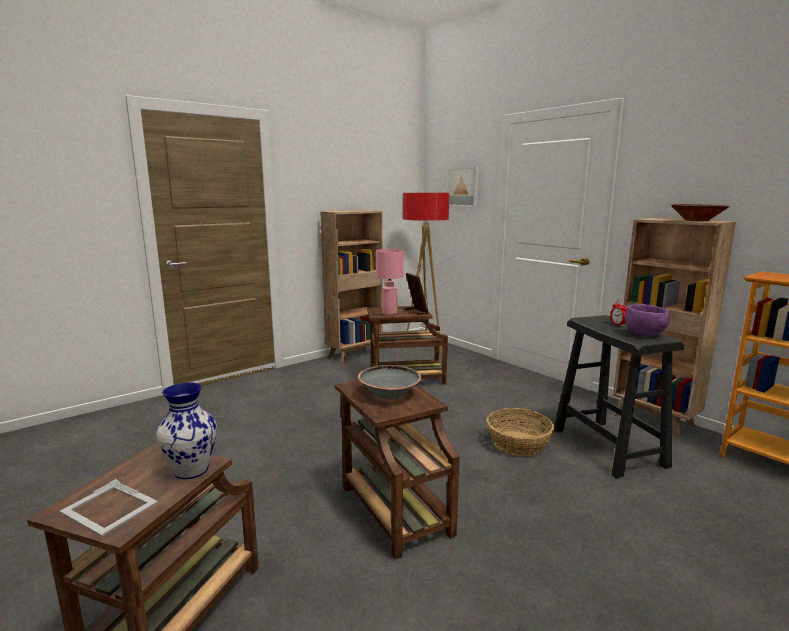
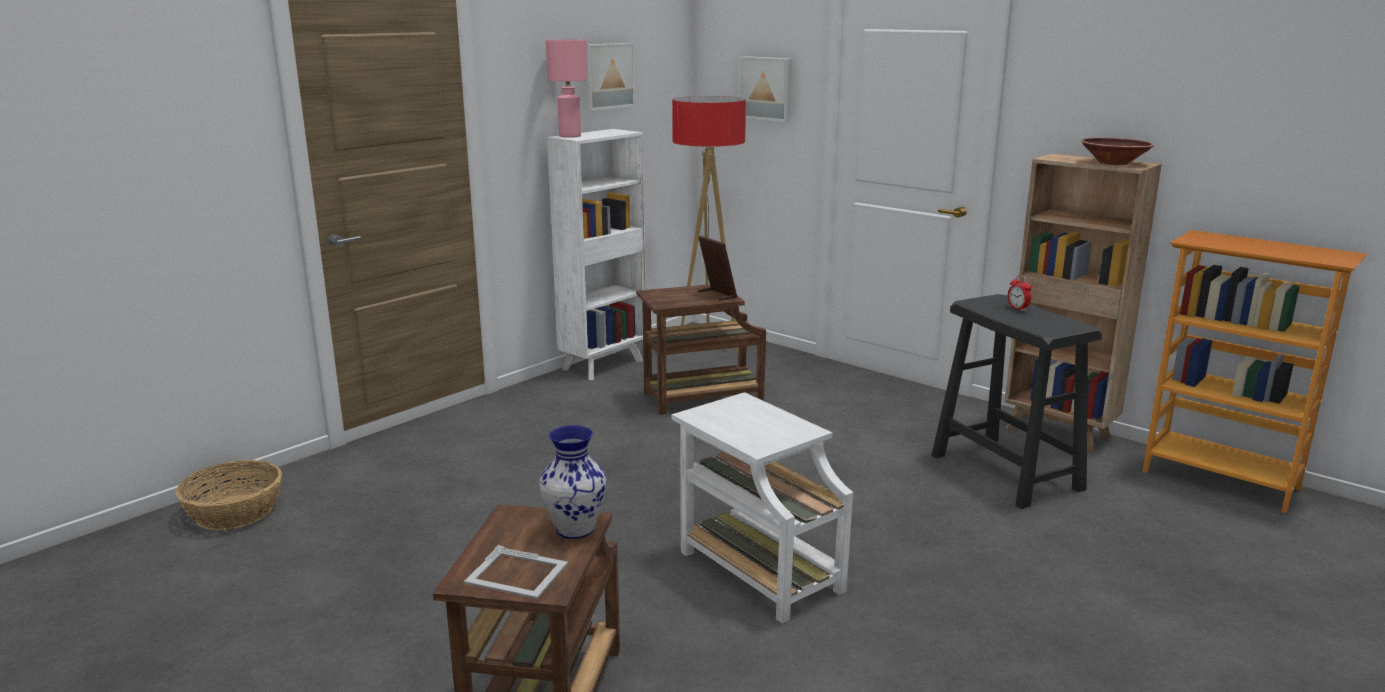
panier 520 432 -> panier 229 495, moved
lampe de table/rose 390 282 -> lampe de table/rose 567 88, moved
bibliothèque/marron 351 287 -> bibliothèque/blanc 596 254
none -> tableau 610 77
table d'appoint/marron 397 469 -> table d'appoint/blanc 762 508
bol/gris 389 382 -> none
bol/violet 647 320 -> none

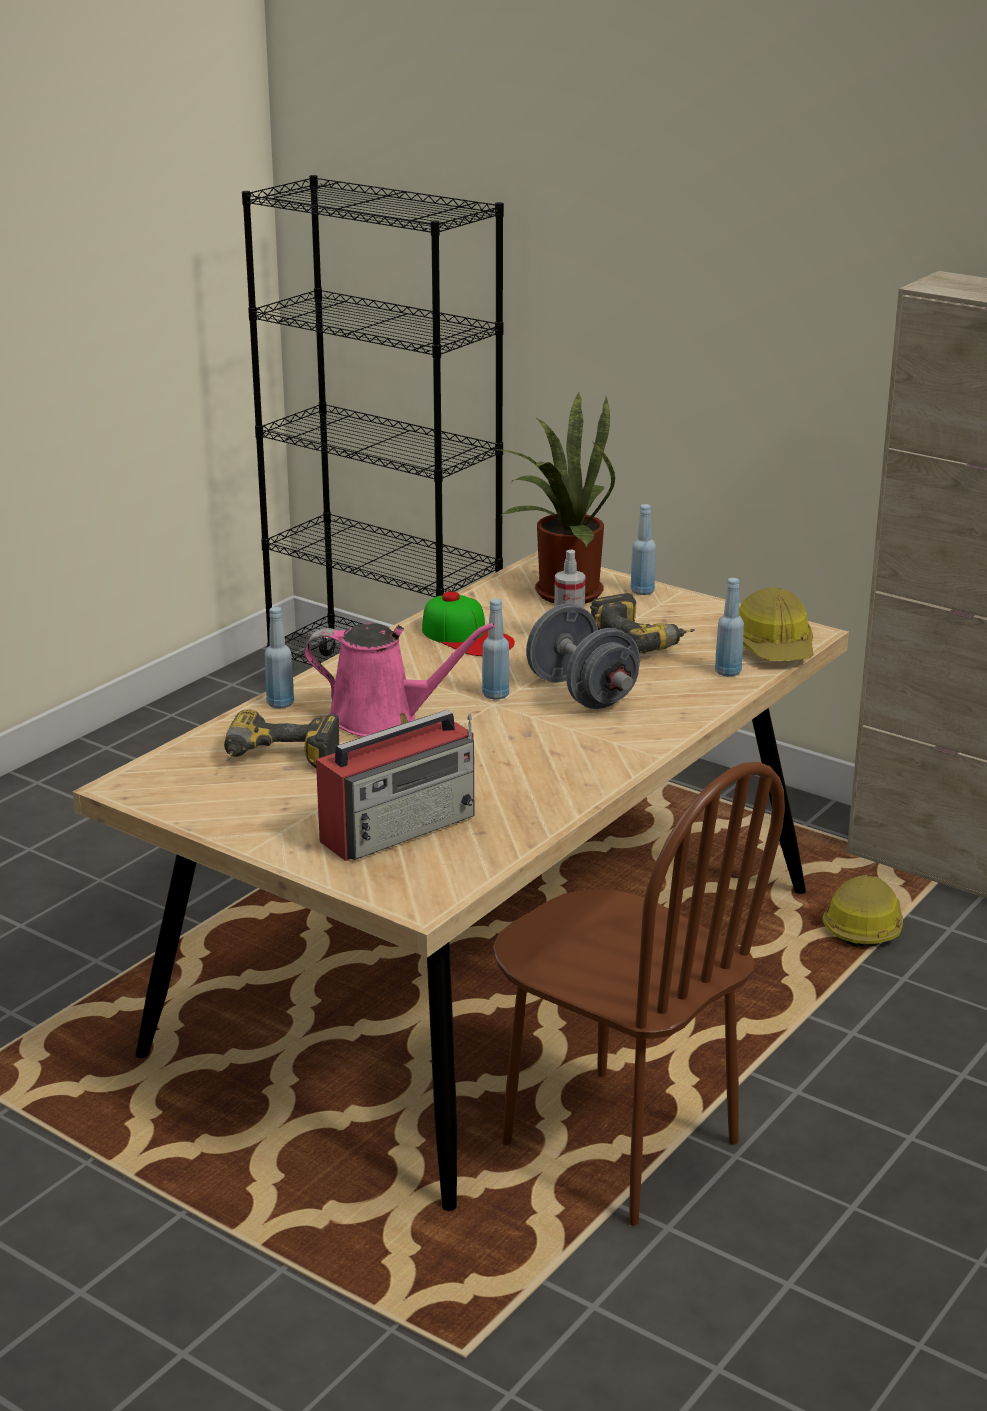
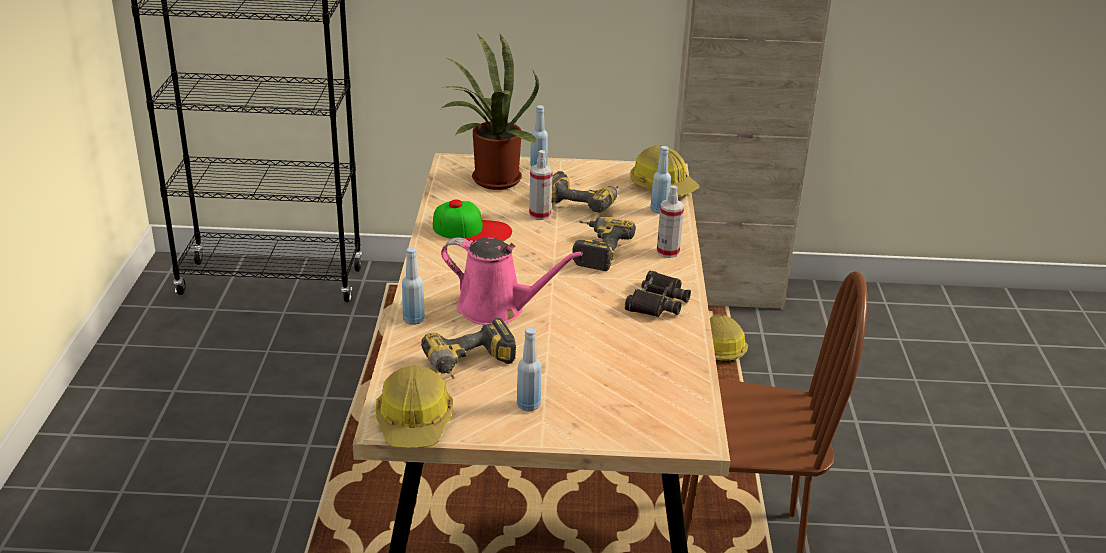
none -> casque de chantier 414 407
arrosoir/rose 399 680 -> arrosoir/rose 512 281, 45 degrees clockwise
bouteille/bleu 495 649 -> bouteille/bleu 529 369, moved
haltère/gris 583 656 -> perceuse 604 244
none -> jumelles/noir 658 294
none -> vaporisateur 670 222
radio 395 785 -> none

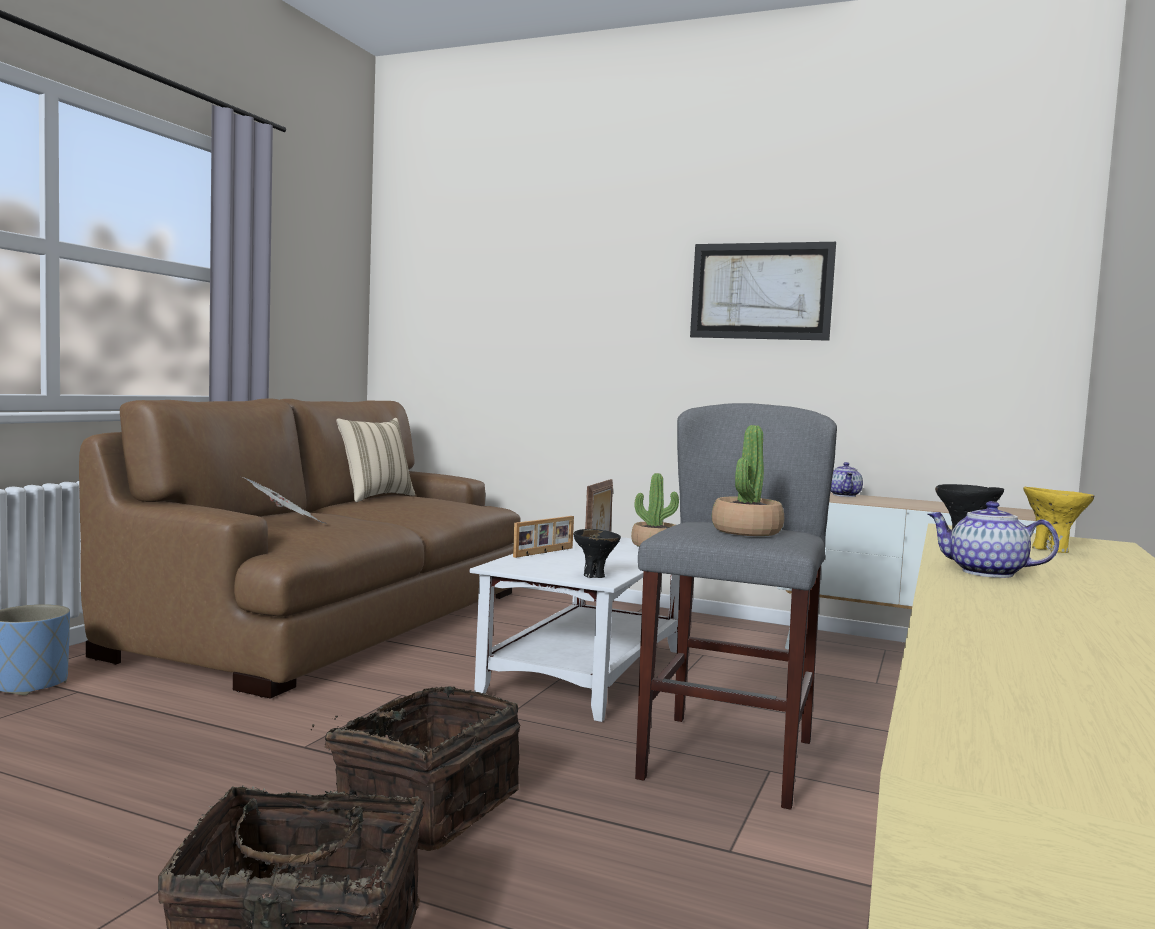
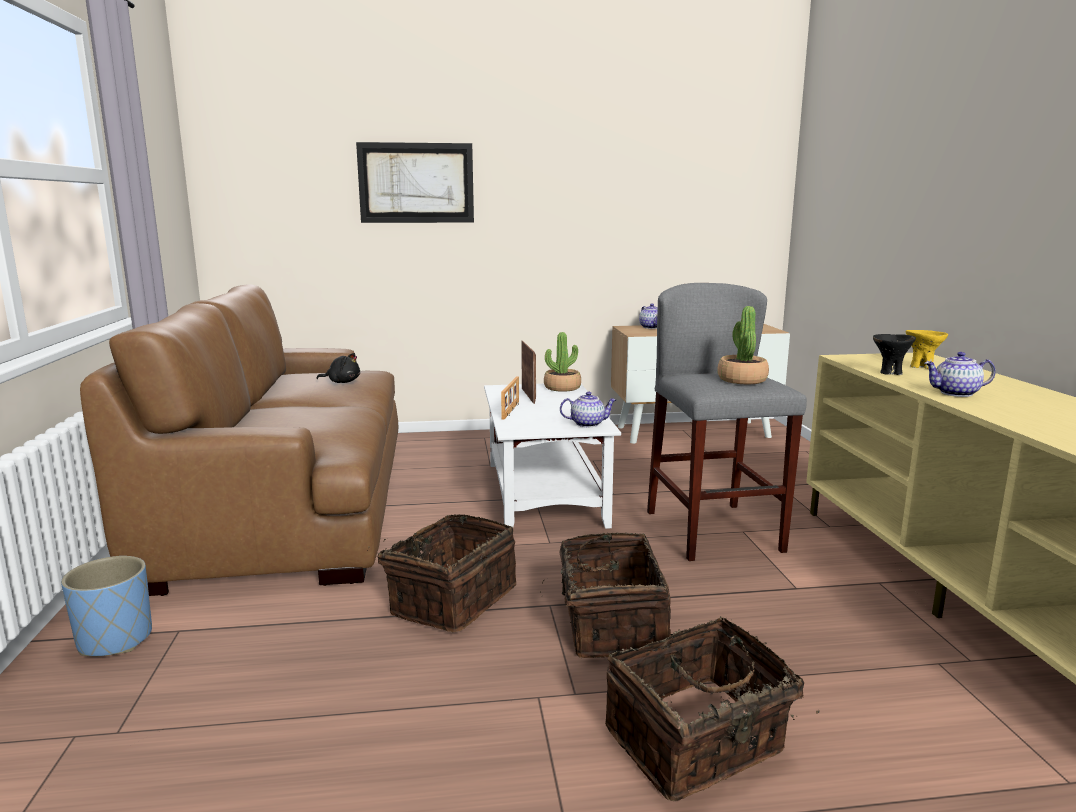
none -> peluche/noir 338 368
tableau 763 291 -> tableau 415 182, moved
none -> panier 441 573
bol/noir 597 553 -> théière 588 409
journal 282 499 -> none
coussin/beige 375 460 -> none

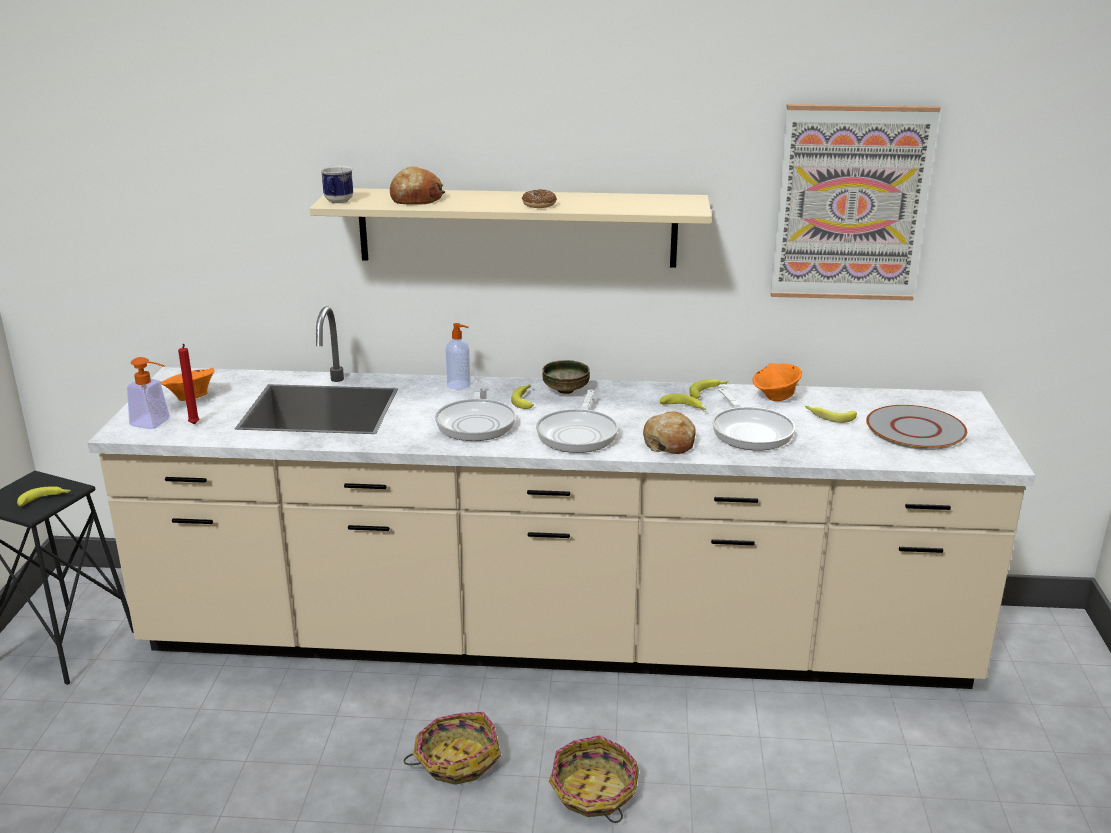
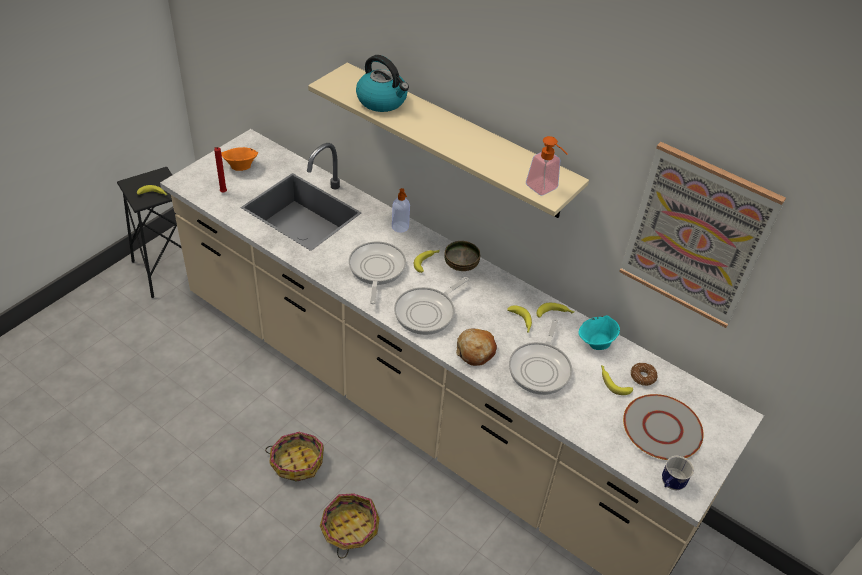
poêle 475 410 -> poêle 377 273, 150 degrees clockwise
pain 417 185 -> bouilloire 382 83
distributeur de savon 148 393 -> distributeur de savon 547 166, moved
bol/orange 777 382 -> bol/turquoise 599 332
beignet 539 198 -> beignet 644 374, moved
mug 336 184 -> mug 678 473, moved

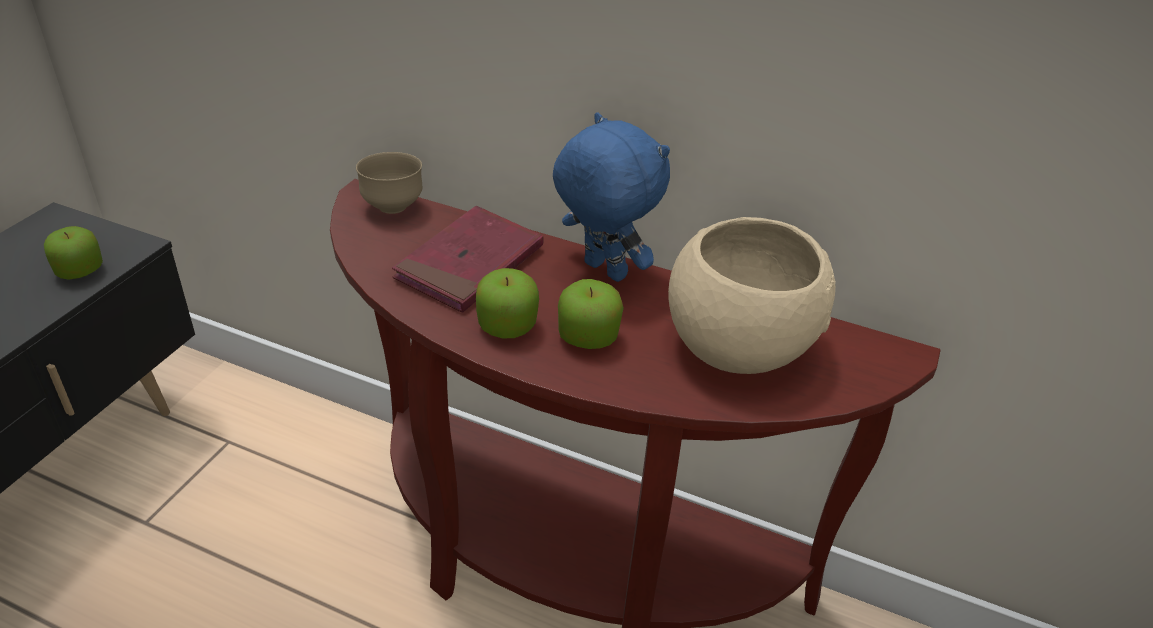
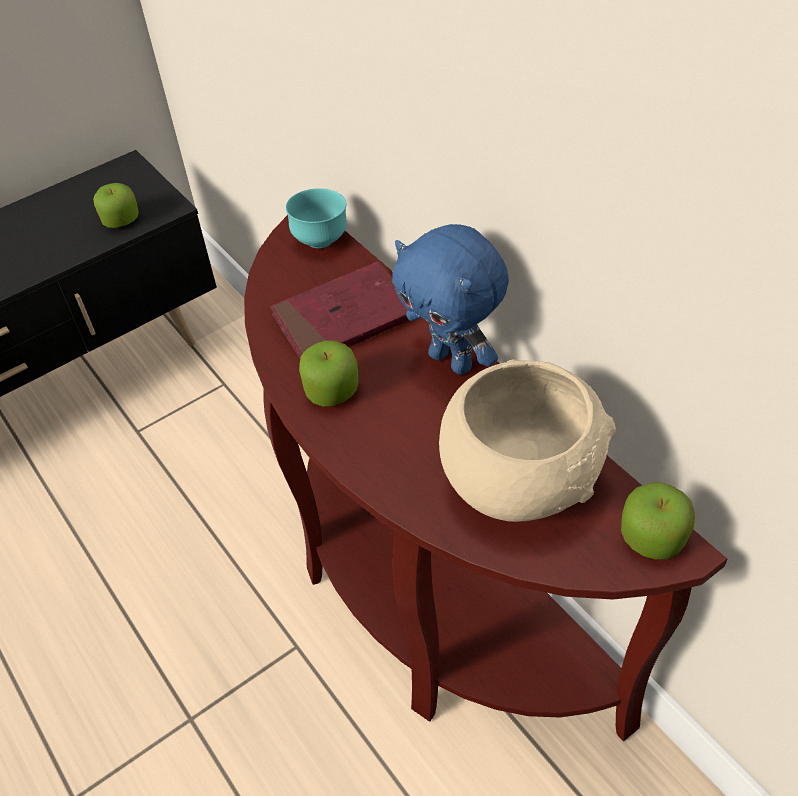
bol/marron 389 183 -> bol/turquoise 316 218
peluche/bleu 611 197 -> peluche/bleu 450 299, 150 degrees clockwise
pomme 591 314 -> pomme 658 520, moved

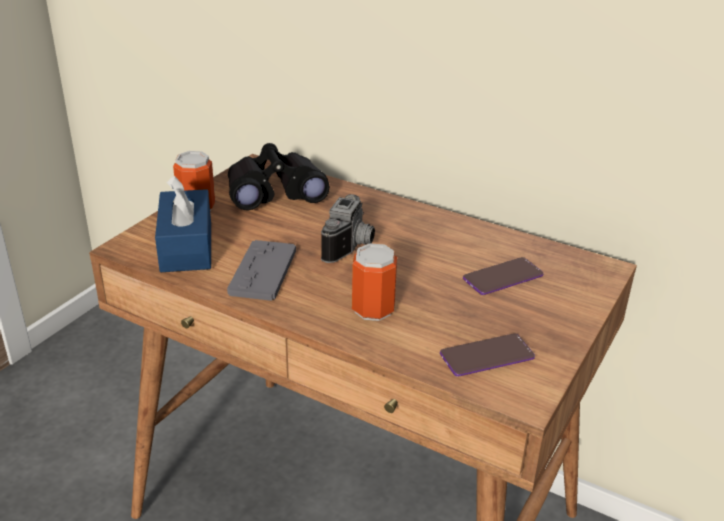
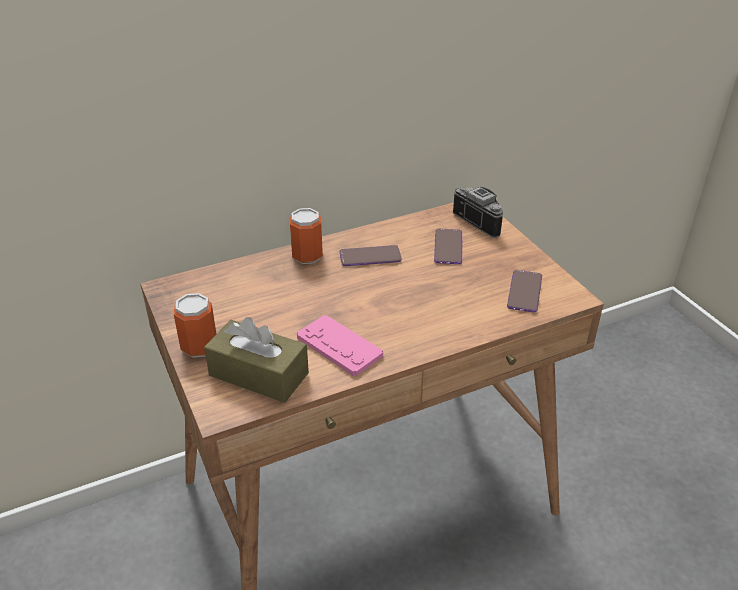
boîte à mouchoirs/bleu 183 224 -> boîte à mouchoirs/marron 256 360
boîte métallique 374 282 -> boîte métallique 306 236, moved
manette/gris 261 270 -> manette/rose 340 345
none -> téléphone 371 255
appareil photo 348 228 -> appareil photo 478 212, moved
jumelles/noir 279 176 -> none

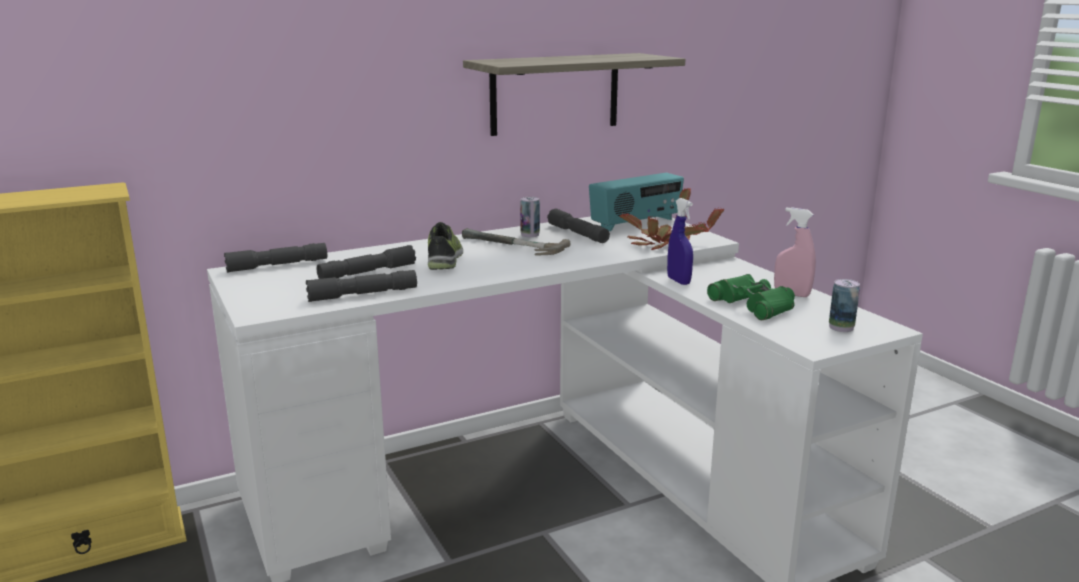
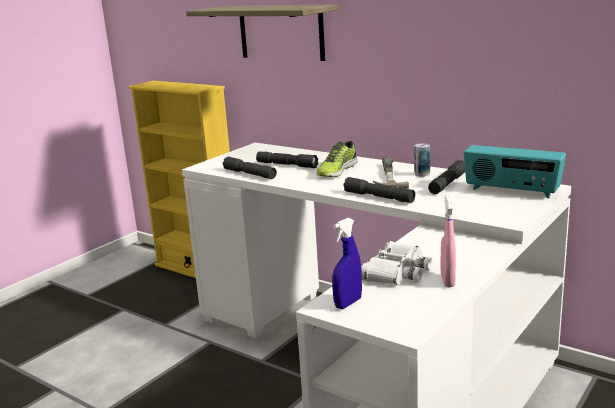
étagère 574 94 -> étagère 263 32, moved
chaussure 445 246 -> chaussure 337 159, 150 degrees clockwise
vaporisateur/bleu 680 241 -> vaporisateur/bleu 347 263, moved
lampe de poche/gris 275 258 -> lampe de poche/gris 379 190, moved
jumelles/vert 751 297 -> jumelles/blanc 397 262
plante en pot 671 219 -> none
boîte métallique 844 305 -> none

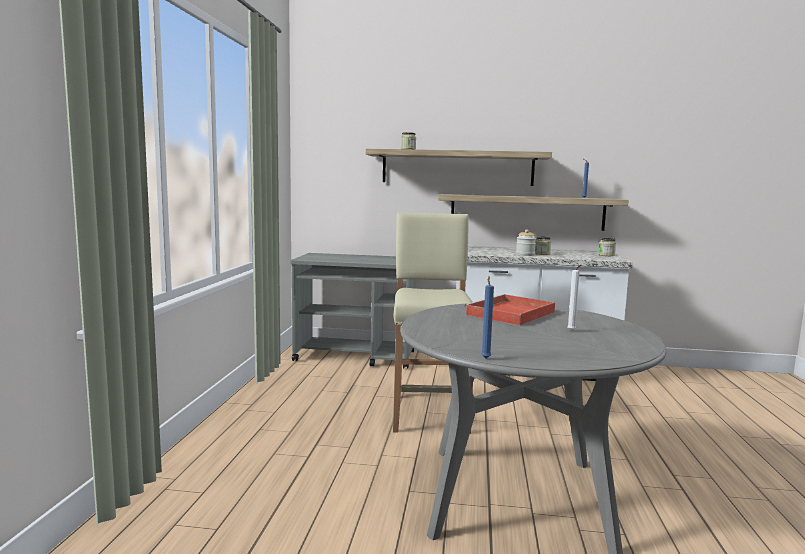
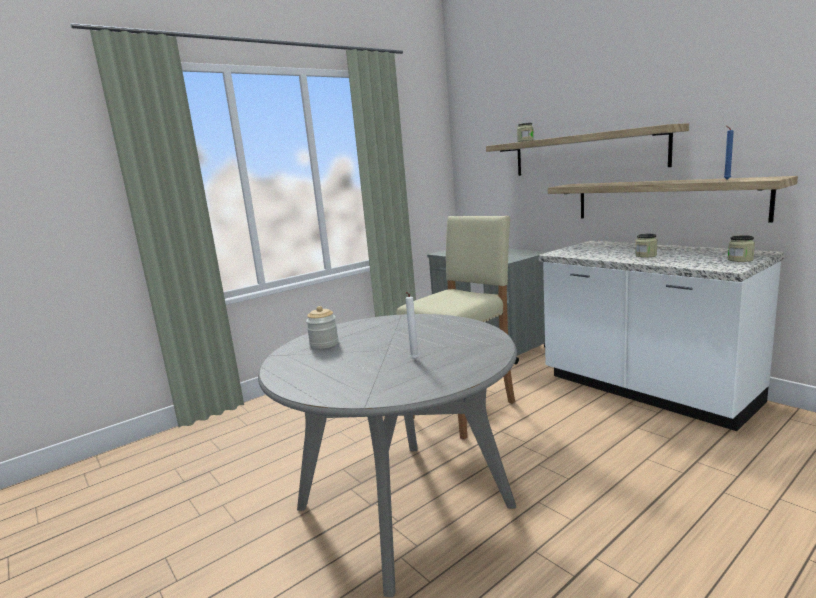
bocal 526 242 -> bocal 322 327, moved
plateau/rouge 509 309 -> none
bougie/bleu 487 317 -> none

